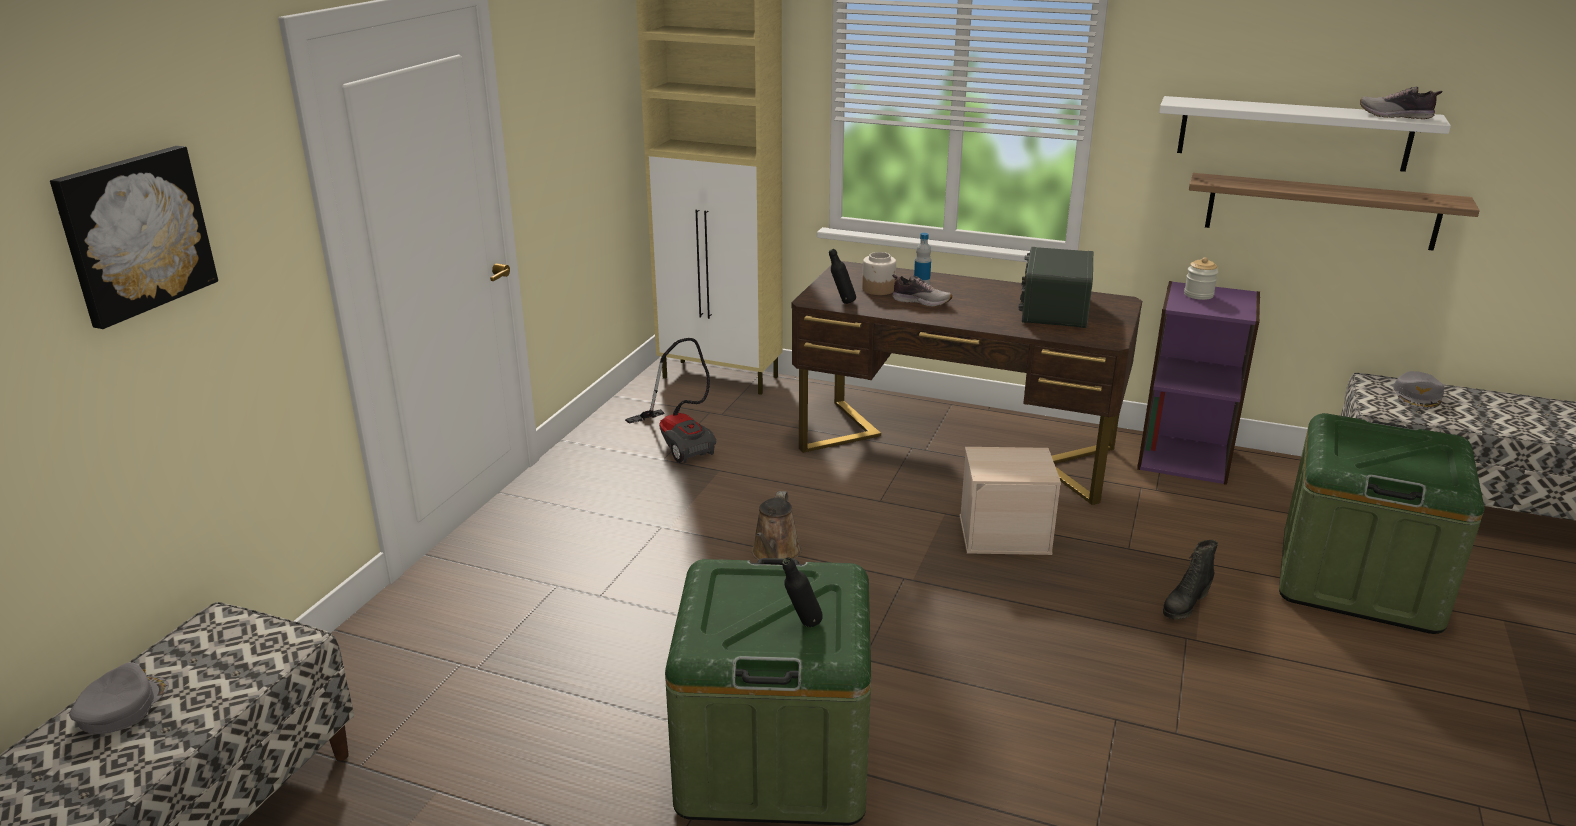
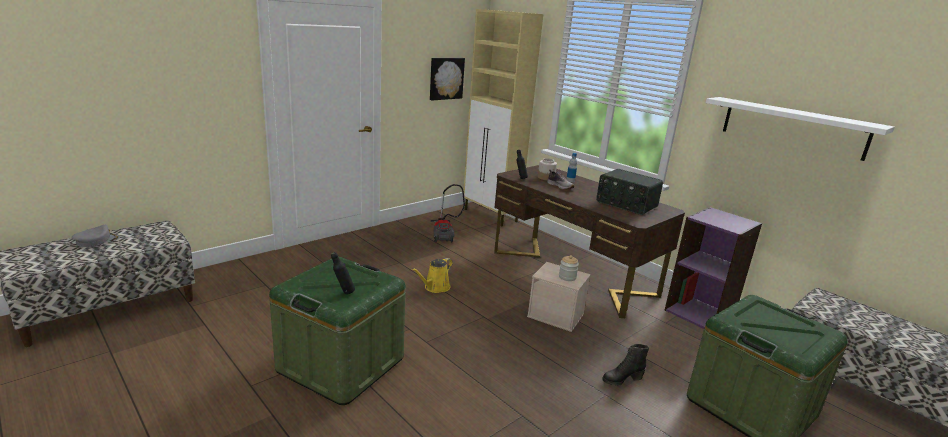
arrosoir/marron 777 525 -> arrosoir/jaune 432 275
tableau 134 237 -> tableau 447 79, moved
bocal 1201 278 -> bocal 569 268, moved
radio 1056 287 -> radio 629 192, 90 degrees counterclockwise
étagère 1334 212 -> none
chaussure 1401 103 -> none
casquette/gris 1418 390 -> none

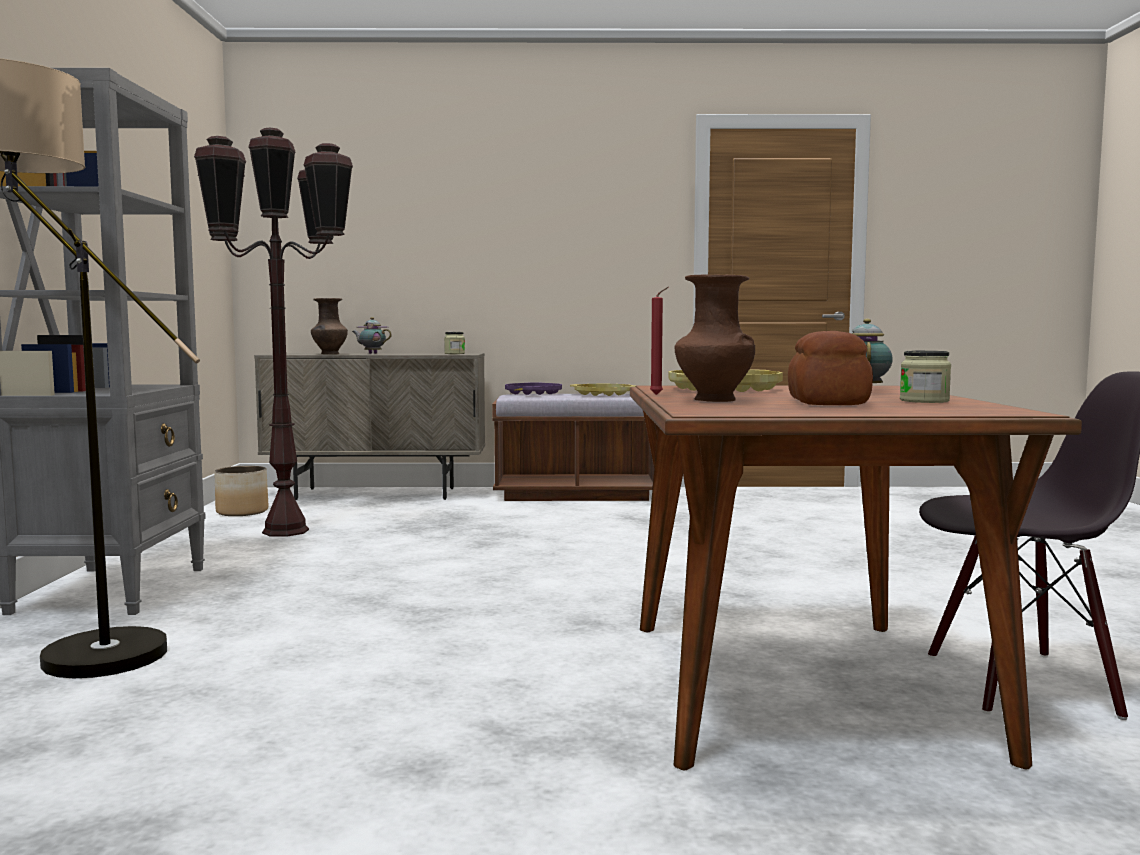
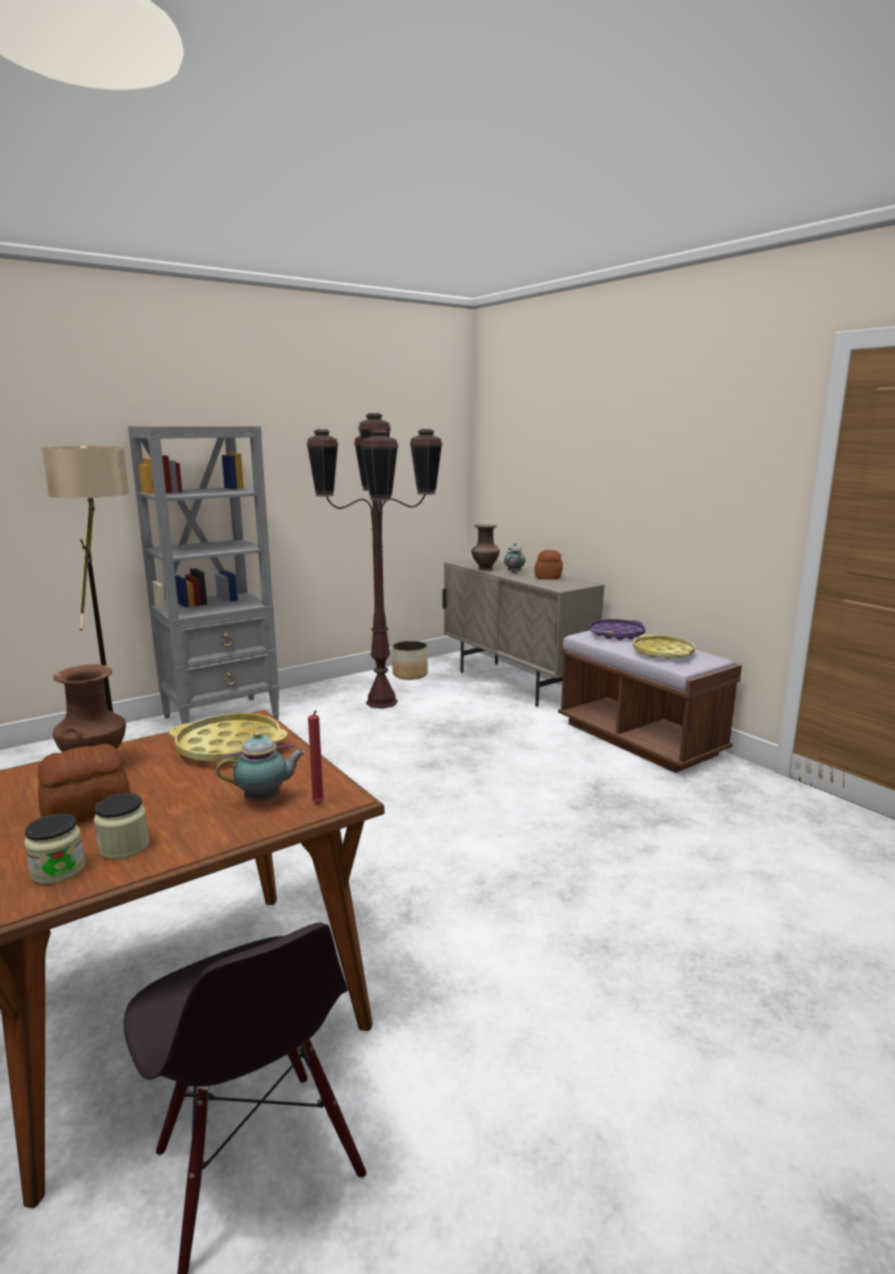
bocal 454 343 -> bocal 54 848, moved
bougie/rouge 659 341 -> bougie/rouge 316 757, moved
none -> pain 549 565

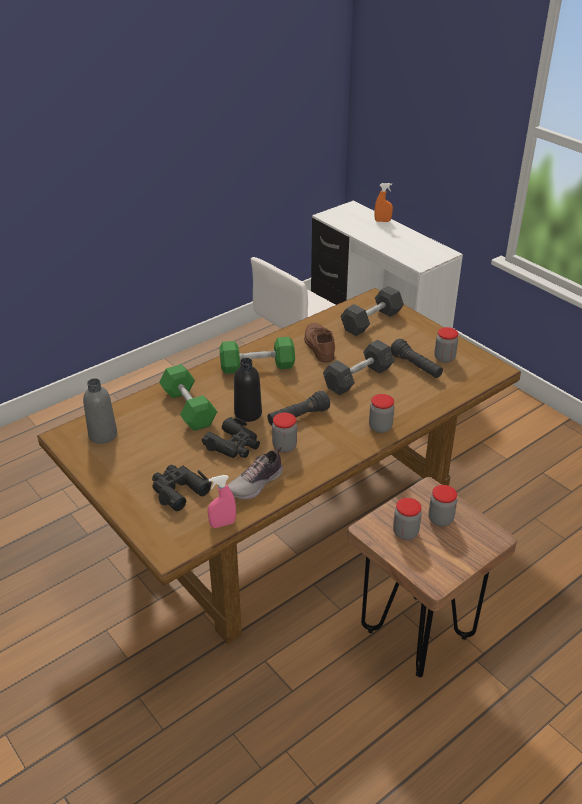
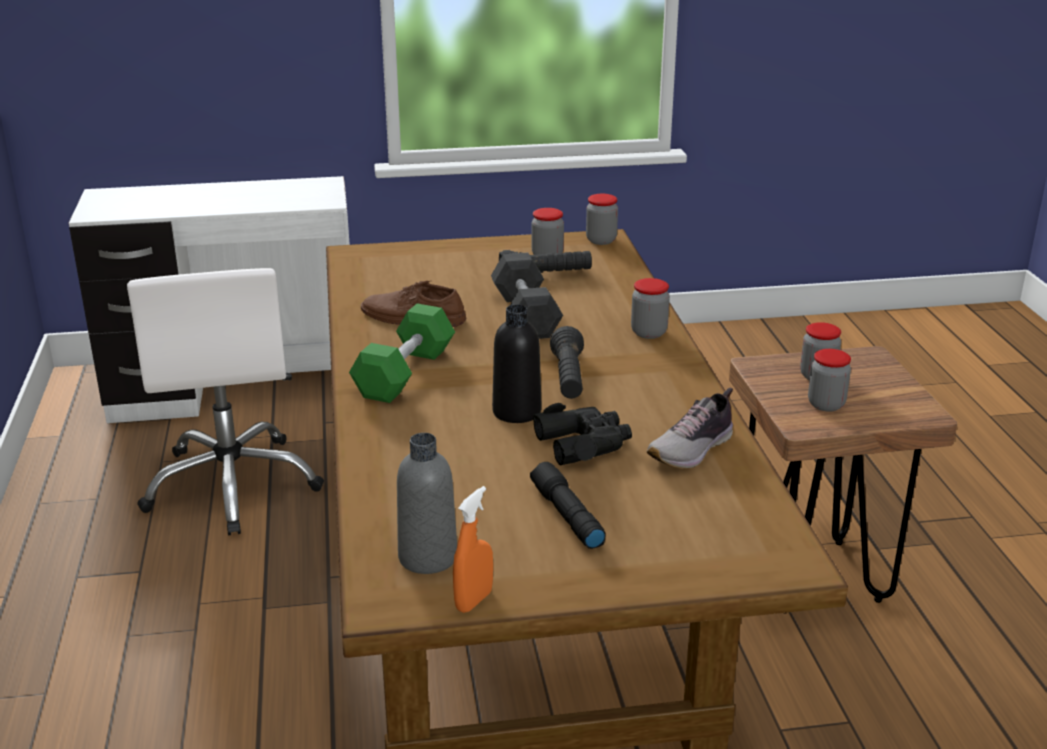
vaporisateur/orange 383 202 -> vaporisateur/orange 473 549, moved
none -> lampe de poche/noir 567 505
bocal 284 433 -> bocal 602 219, moved
chaussure 255 473 -> chaussure 689 428, 60 degrees clockwise
jumelles/noir 182 488 -> none
haltère/vert 188 397 -> none
vaporisateur/rose 222 501 -> none
haltère/gris 372 311 -> none

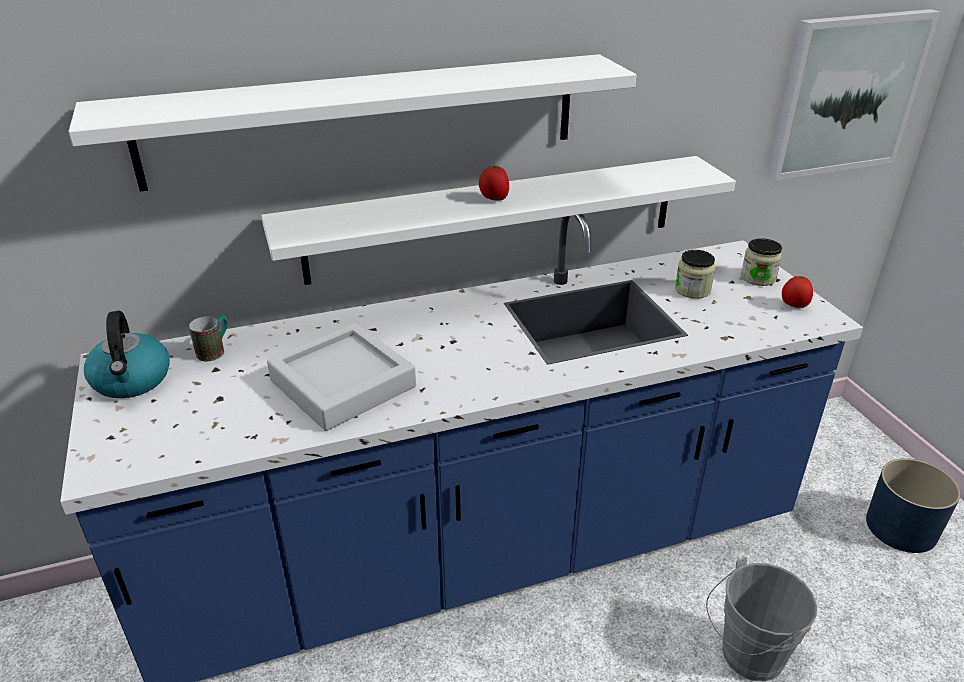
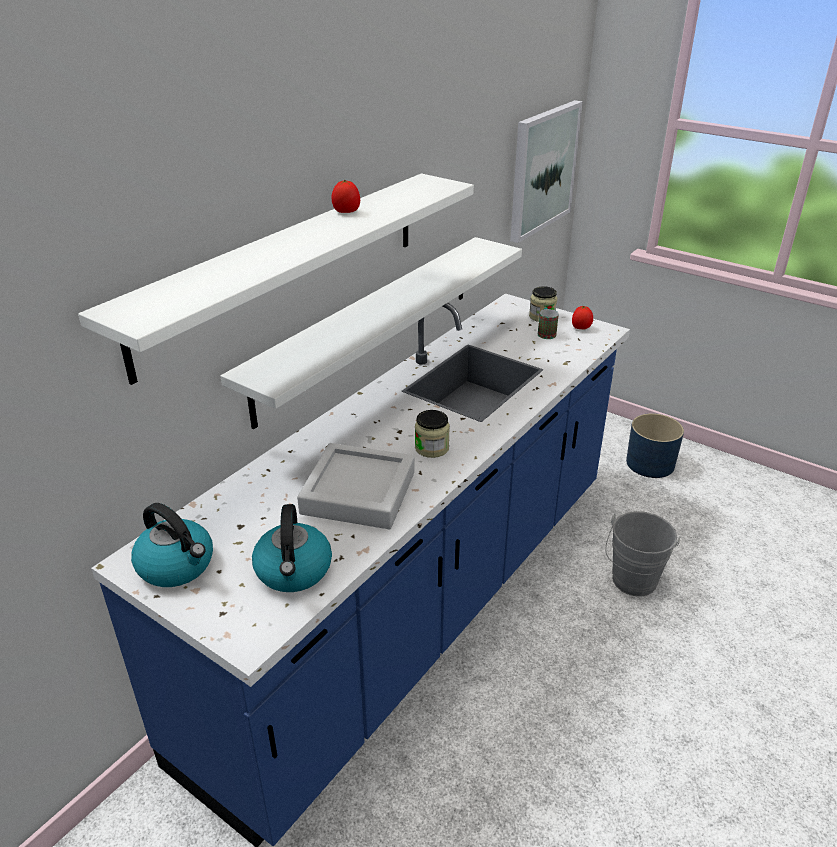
none -> bouilloire 292 548
tomate 494 183 -> tomate 345 196, moved
bocal 695 274 -> bocal 432 434, moved
mug 208 338 -> mug 548 323, moved

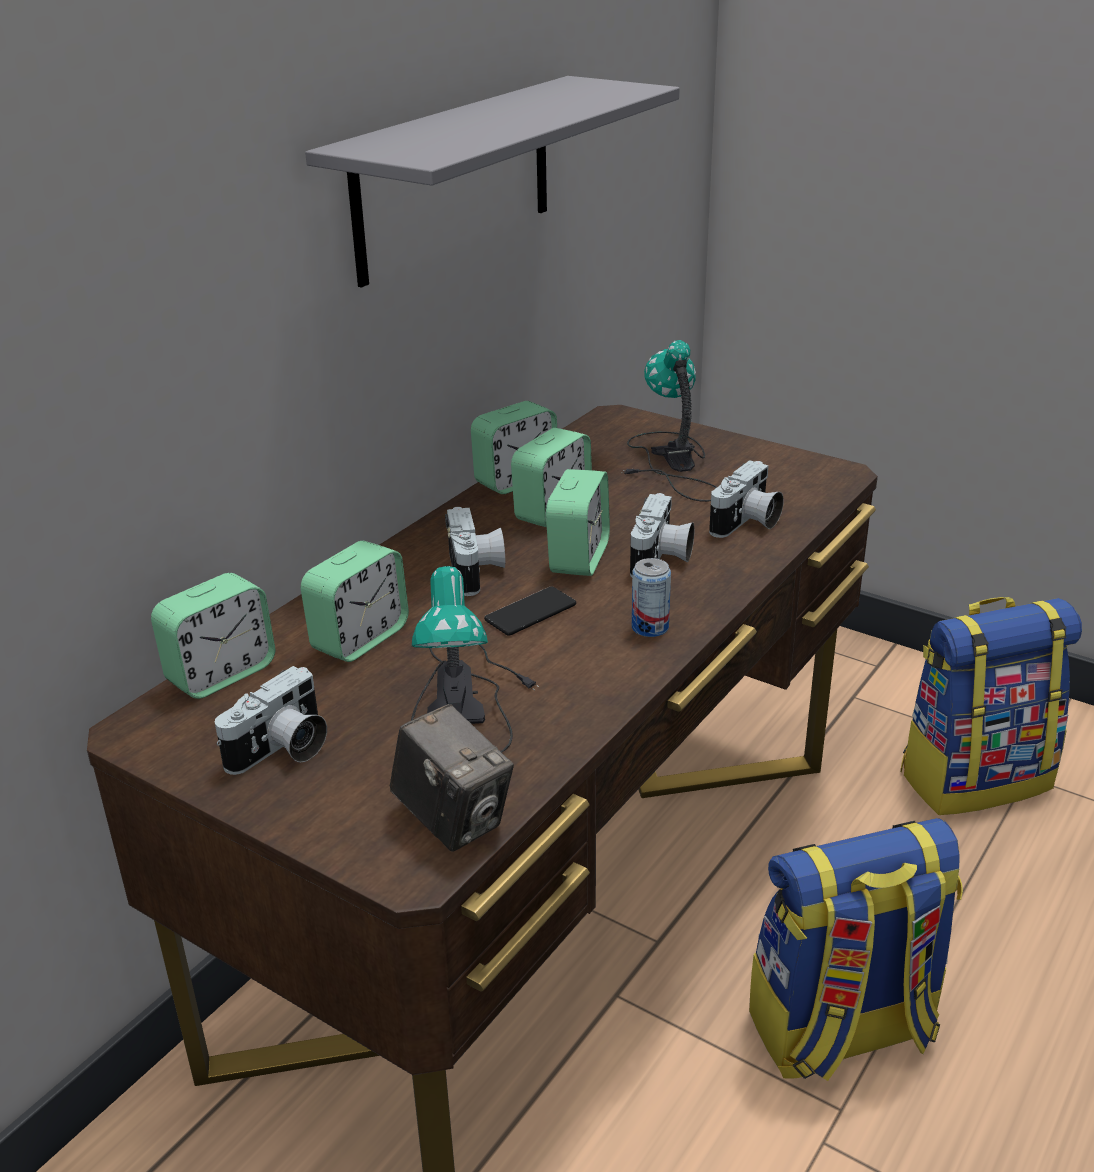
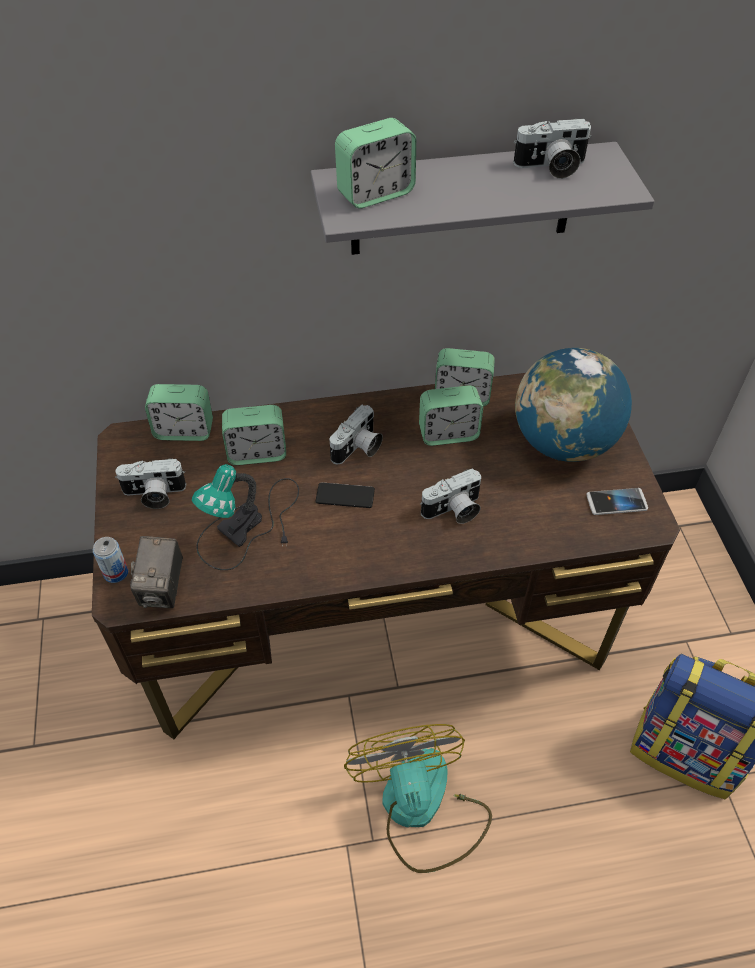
boîte métallique 651 597 -> boîte métallique 110 560, moved
réveil 578 522 -> réveil 375 163, moved
sac à dos 856 949 -> ventilateur 418 798
appareil photo 746 499 -> appareil photo 552 149, moved
lampe de table 669 421 -> globe 573 405
none -> téléphone 617 501

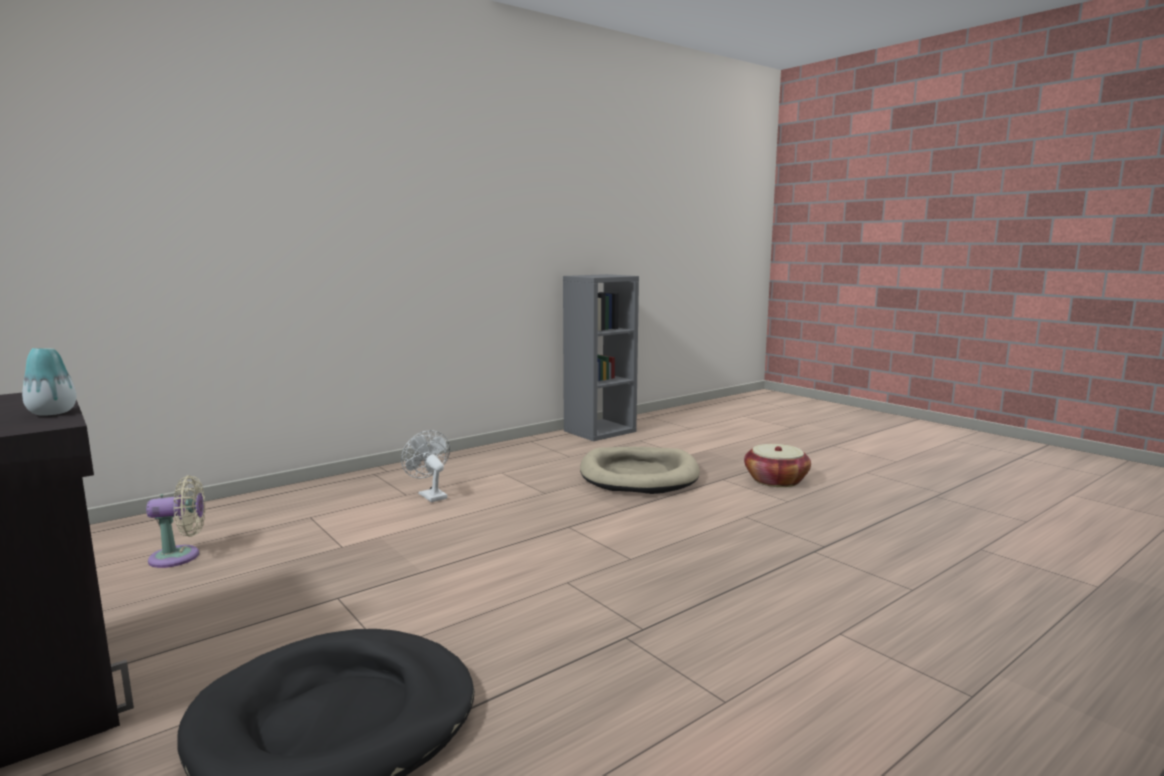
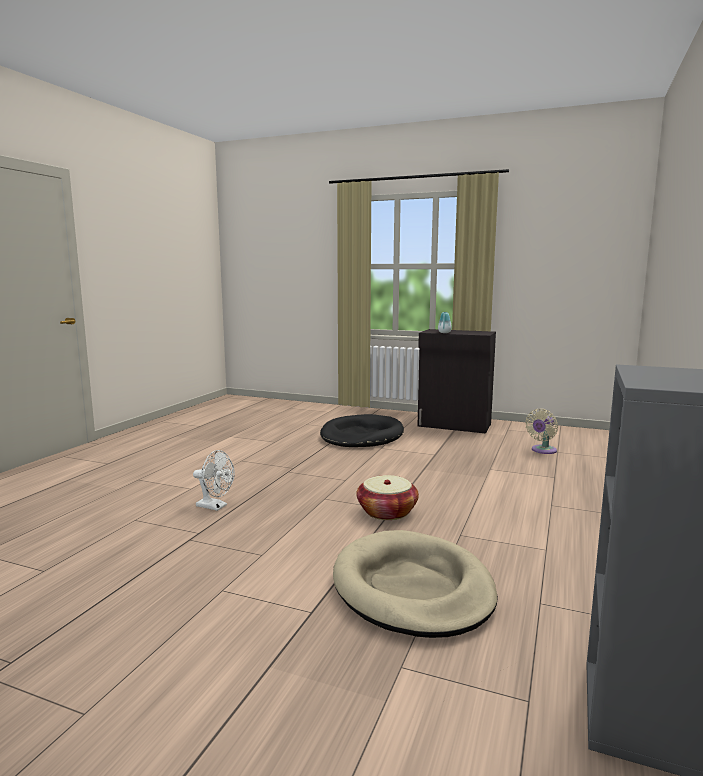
ventilateur/blanc 425 466 -> ventilateur/blanc 214 480, moved
panier 777 465 -> panier 387 497, moved

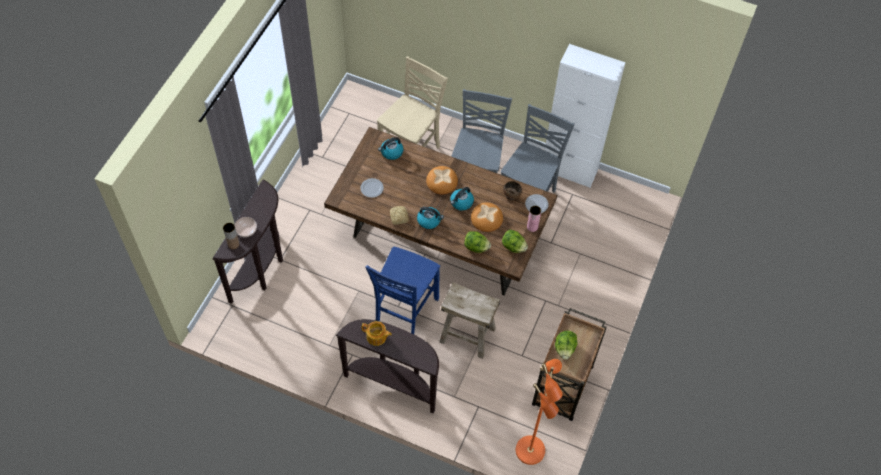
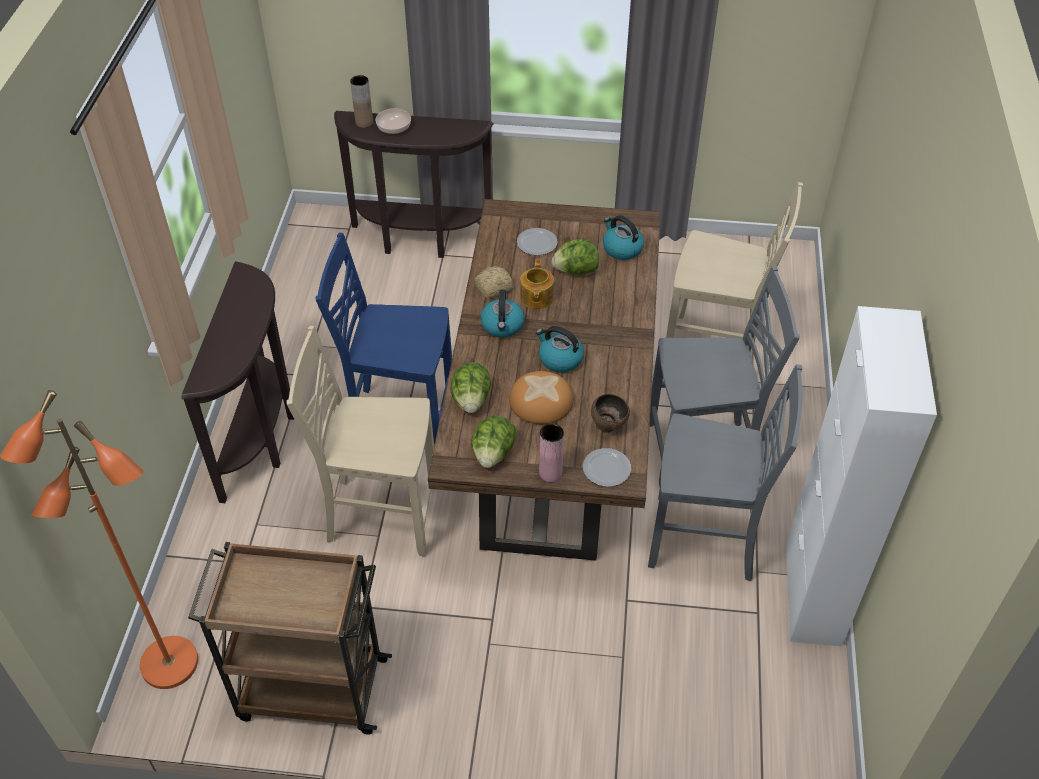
tabouret/beige 469 320 -> chaise/beige 360 440
théière 377 333 -> théière 537 284, moved
laitue 566 345 -> laitue 575 257, moved
pain 442 180 -> none

